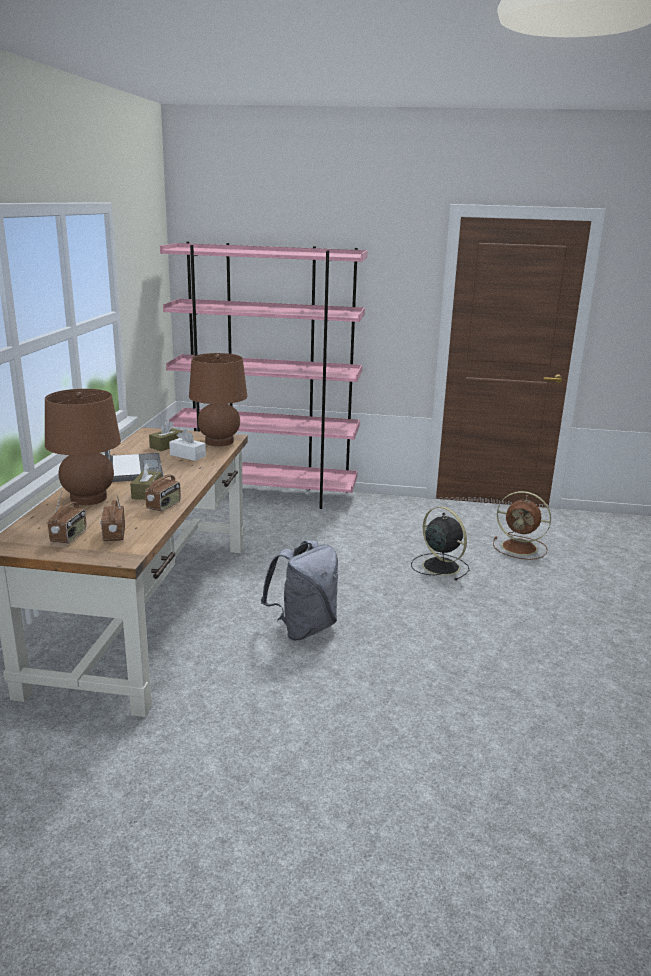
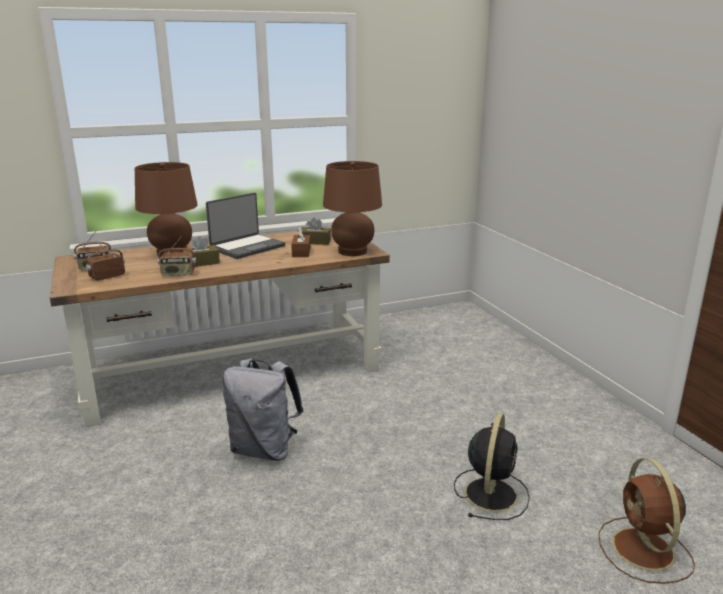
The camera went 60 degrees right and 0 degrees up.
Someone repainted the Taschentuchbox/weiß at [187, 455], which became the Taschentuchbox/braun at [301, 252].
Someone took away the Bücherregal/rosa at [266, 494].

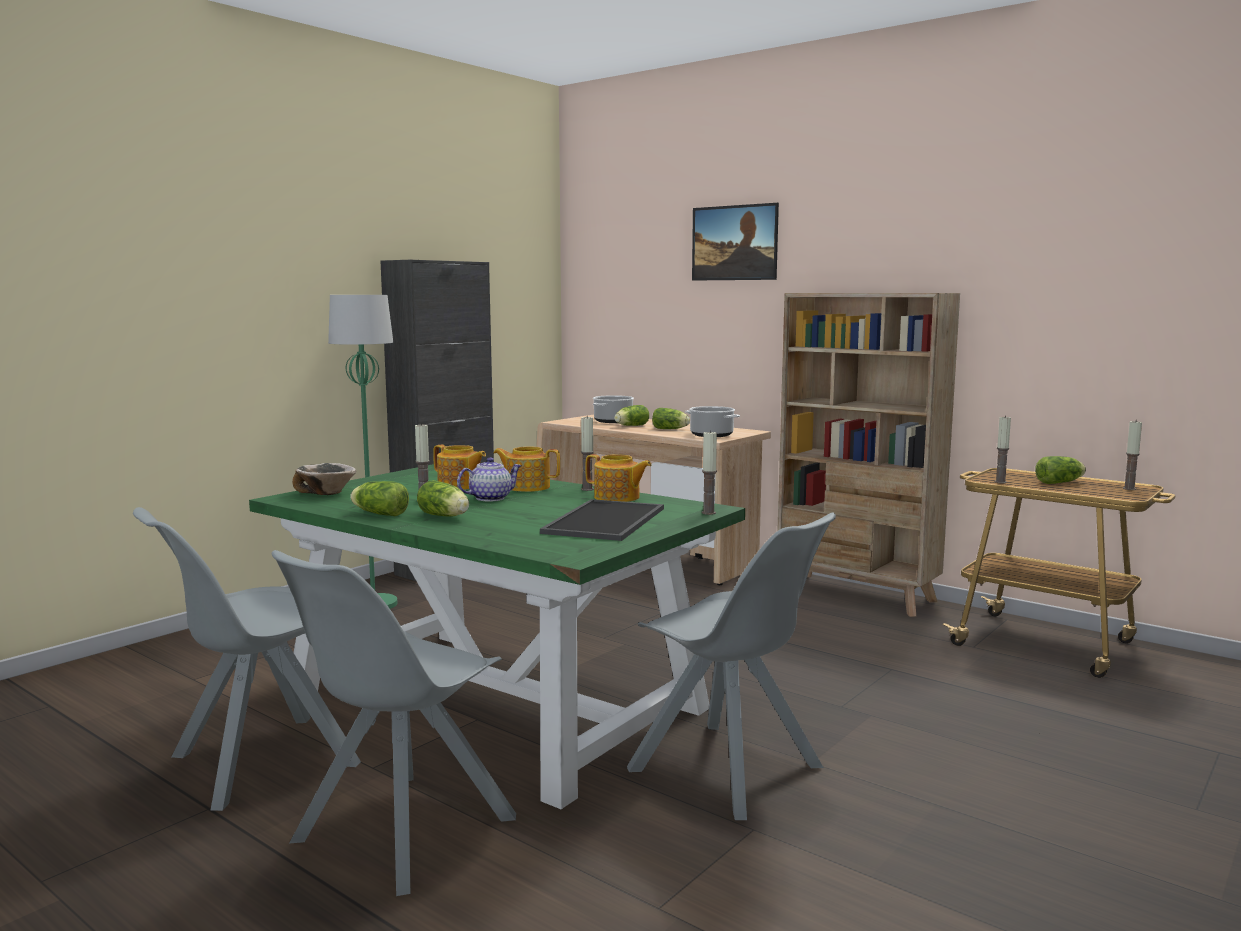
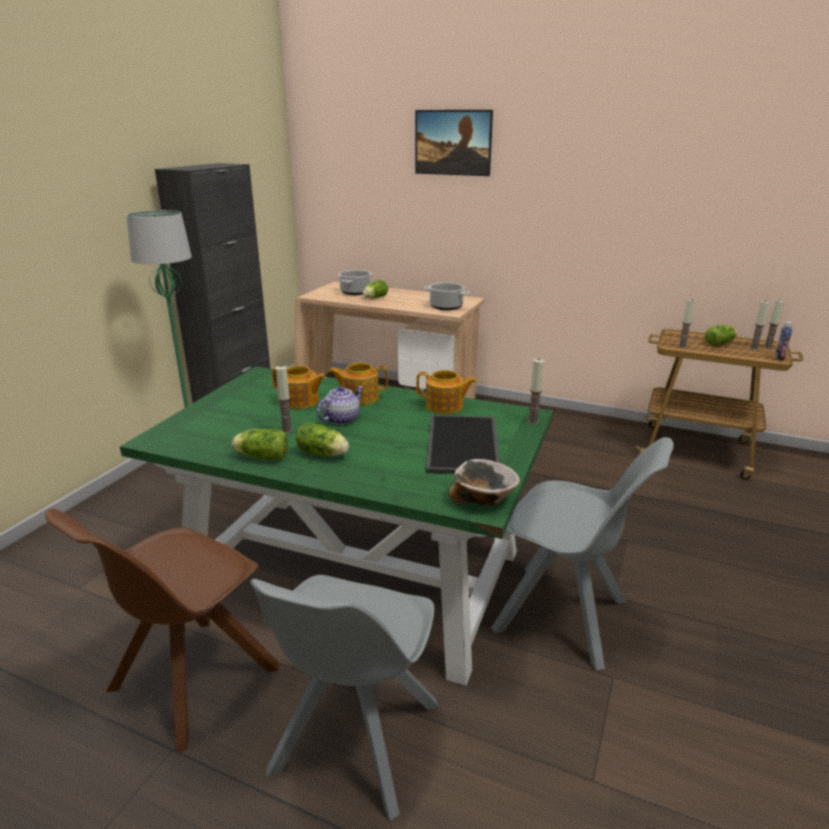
The camera went 15 degrees left and 15 degrees up.
Someone repainted the Stuhl/grau at [259, 762], which became the Stuhl/braun at [190, 681].
Someone carried the Schüssel from [327, 493] to [485, 499].
Someone carried the Kerze from [587, 489] to [754, 348].
Someone put down the Flasche at [779, 357].
Someone took away the Salatkopf at [671, 429].
Someone took away the Bücherregal/beige at [856, 595].

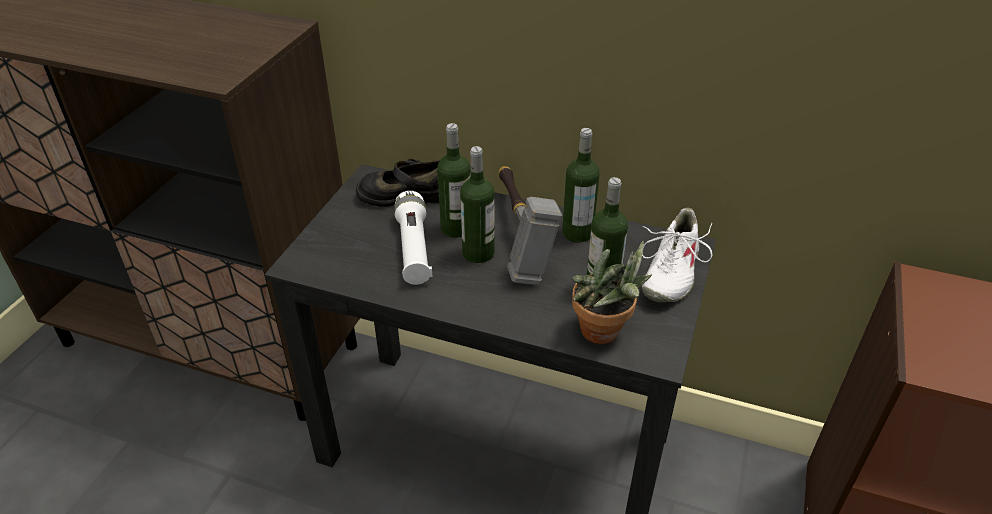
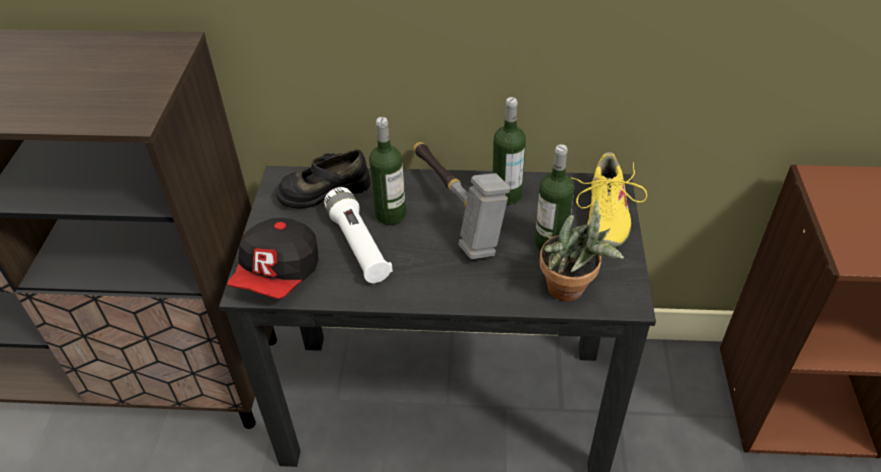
The camera went 15 degrees left and 5 degrees up.
Someone put down the Kappe at [279, 274].
Someone repainted the Schuh/weiß at [670, 272], which became the Schuh/gelb at [604, 215].
Someone took away the Flasche at [478, 253].

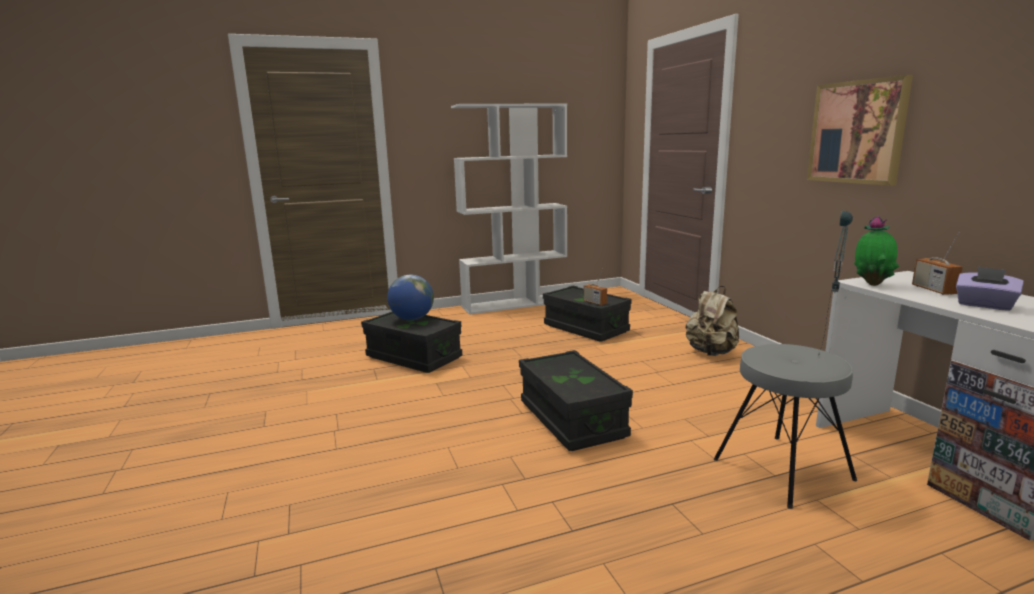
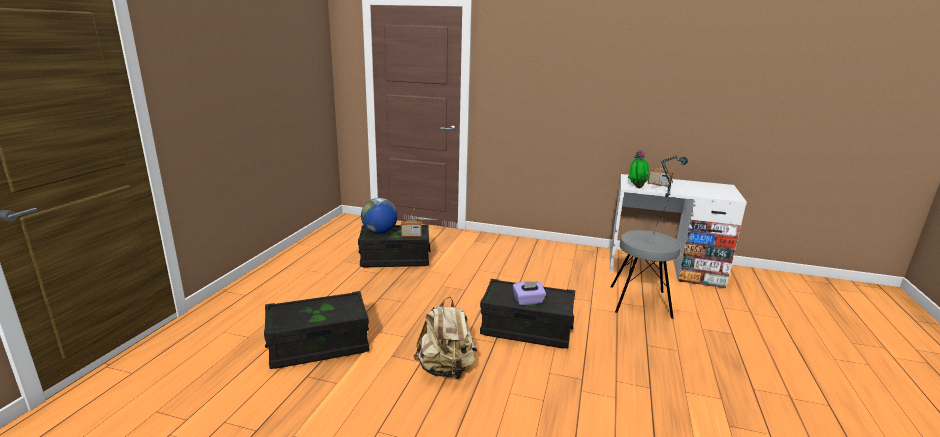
The camera went 55 degrees left and 5 degrees up.
Someone carried the Globus from [412, 319] to [380, 232].
Someone carried the Rucksack/beige from [711, 353] to [446, 369].
Someone carried the Taschentuchbox/lila from [984, 305] to [528, 301].
Someone took away the Bücherregal/weiß at [515, 304].
Someone took away the Bild at [857, 132].

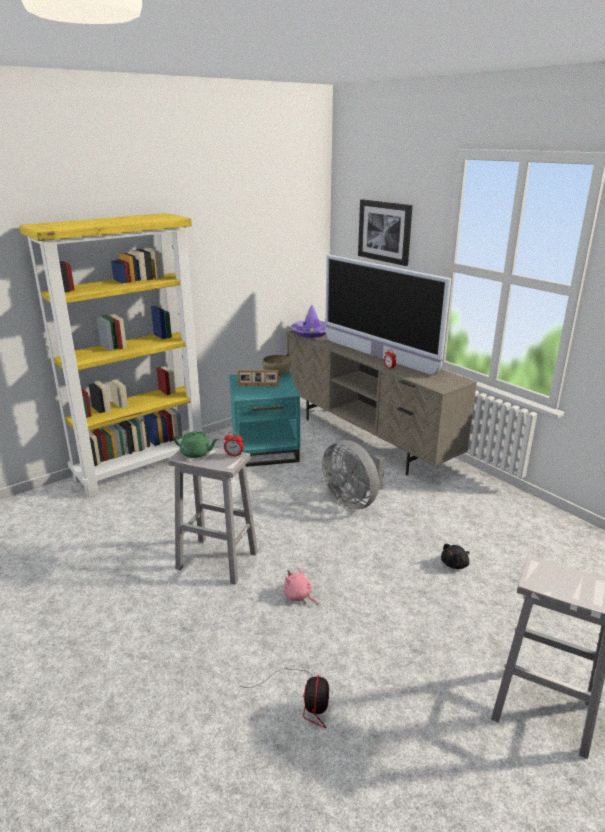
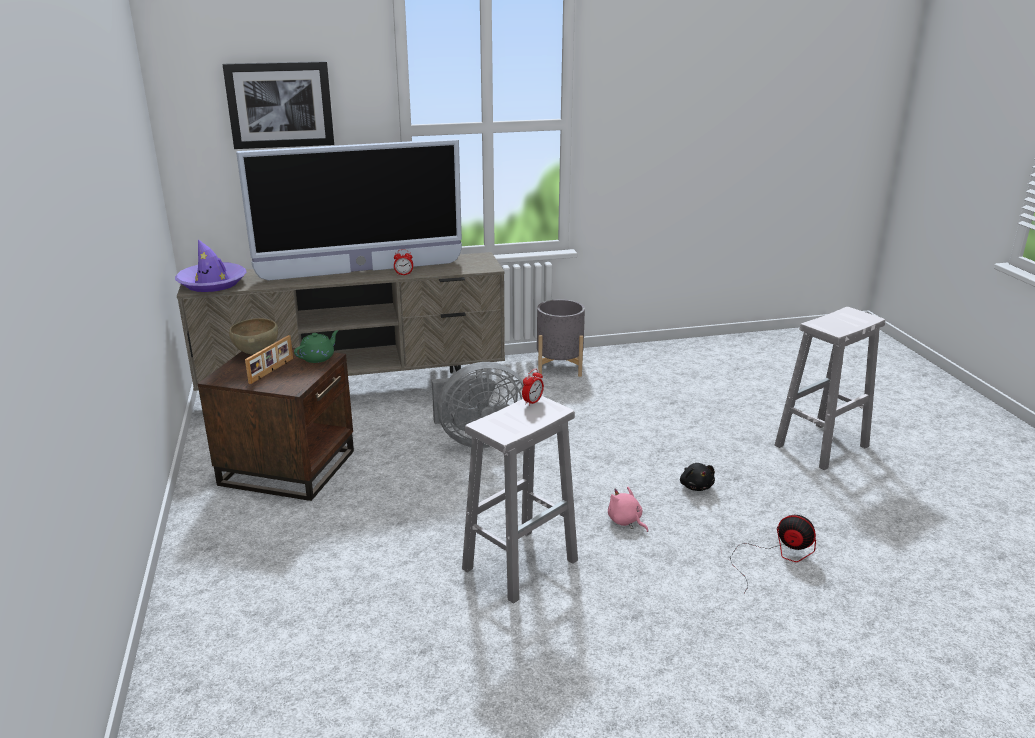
The camera went 65 degrees left and 0 degrees up.
Someone repainted the Beistelltisch/türkis at [265, 449], which became the Beistelltisch/braun at [288, 467].
Someone carried the Teekanne/grün from [196, 453] to [318, 357].
Someone put down the Pflanzkübel/grau at [559, 367].
Someone rotated the Plüschtier/rosa at [299, 596] by 75 degrees clockwise.
Someone carried the Plüschtier/schwarz from [455, 564] to [696, 486].
Someone took away the Bücherregal/gelb at [141, 467].

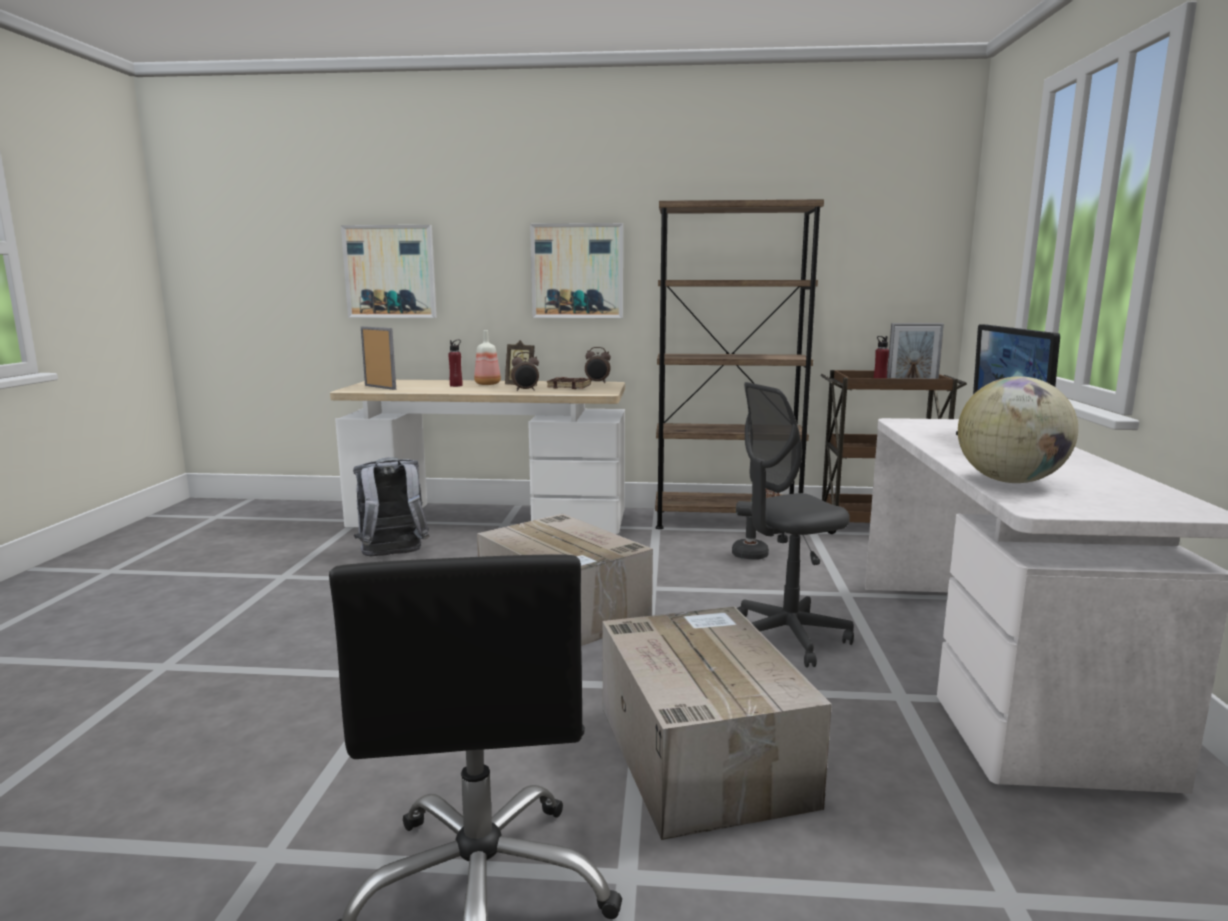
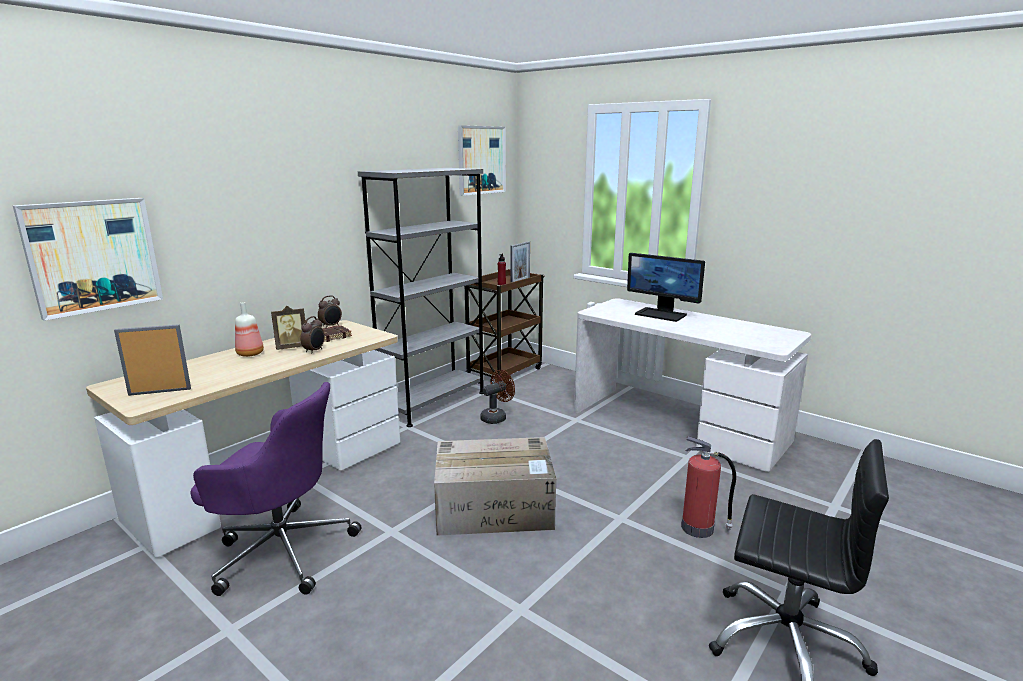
The camera went 55 degrees left and 5 degrees up.
Someone swapped the Rucksack/grau at [393, 556] for the Bürostuhl/lila at [281, 550].
Someone repainted the Bücherregal/braun at [726, 521], which became the Bücherregal/grau at [433, 403].
Someone carried the Bild from [577, 271] to [481, 160].
Someone swapped the Karton at [699, 752] for the Feuerlöscher at [699, 528].
Someone took away the Flasche/rot at [456, 385].
Someone took away the Bürostuhl/grau at [786, 638].
Someone took away the Globus at [1010, 481].

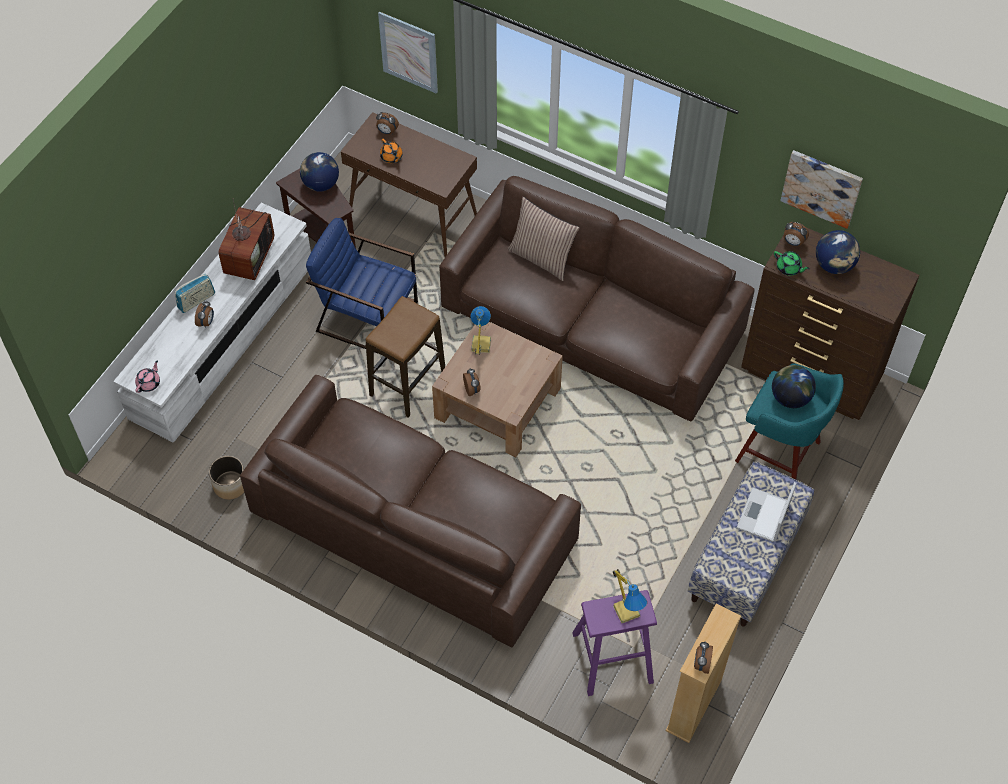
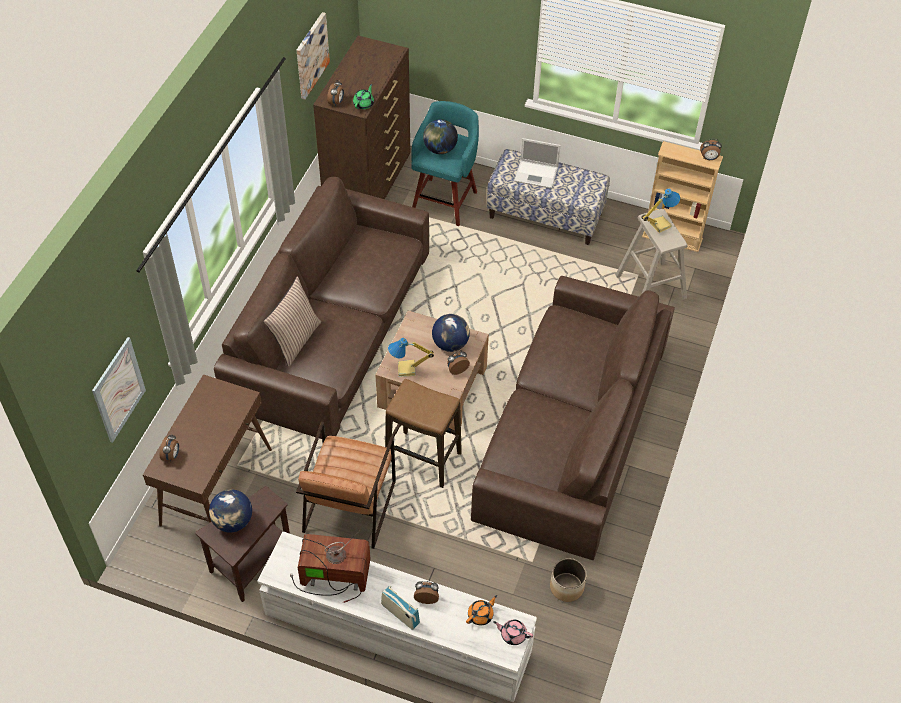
The camera went 100 degrees left and 5 degrees down.
Someone repainted the Sessel/blau at [367, 316], which became the Sessel/braun at [349, 506].
Someone carried the Globus from [834, 265] to [450, 344].
Someone carried the Teekanne/orange from [391, 157] to [481, 615].
Someone repainted the Hocker/lila at [612, 658], which became the Hocker/beige at [651, 287].

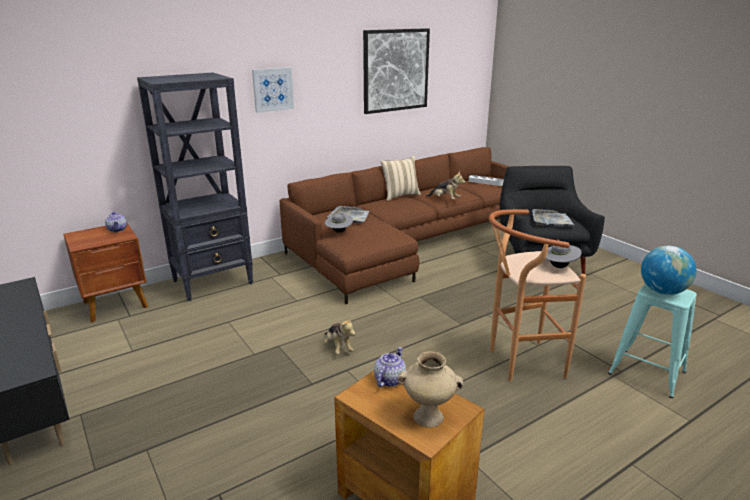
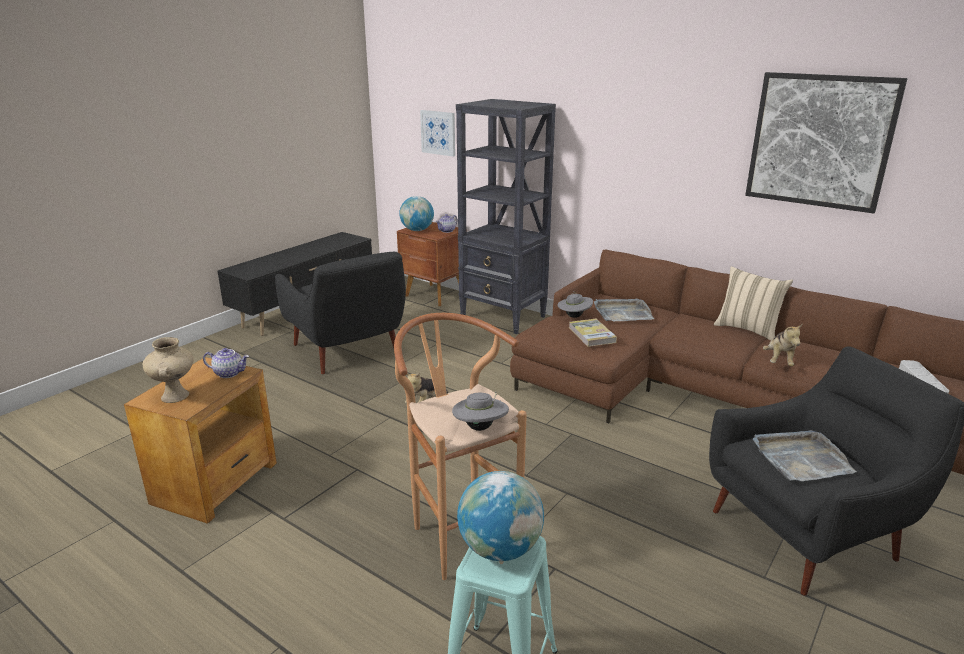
The camera went 70 degrees right and 0 degrees up.
Someone put down the Sessel/schwarz at [348, 351].
Someone put down the Globus at [417, 230].
Someone carried the Bild from [273, 89] to [438, 132].
Someone put down the Buch at [592, 335].

